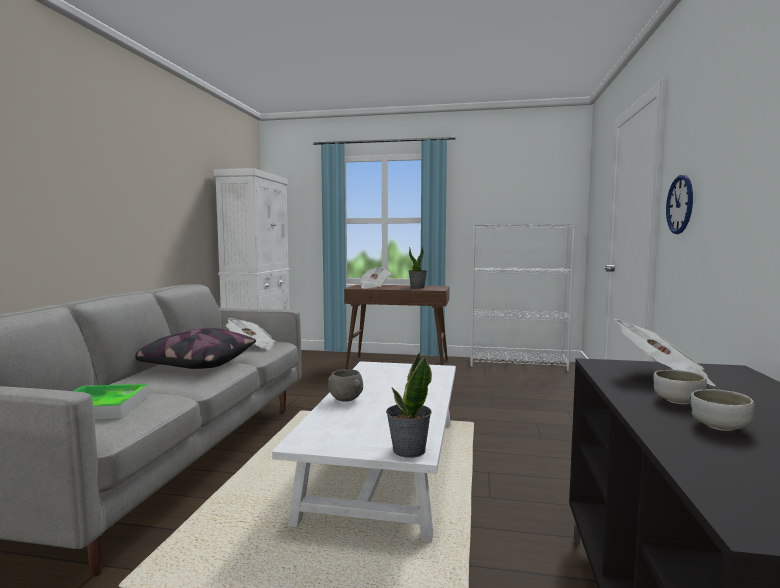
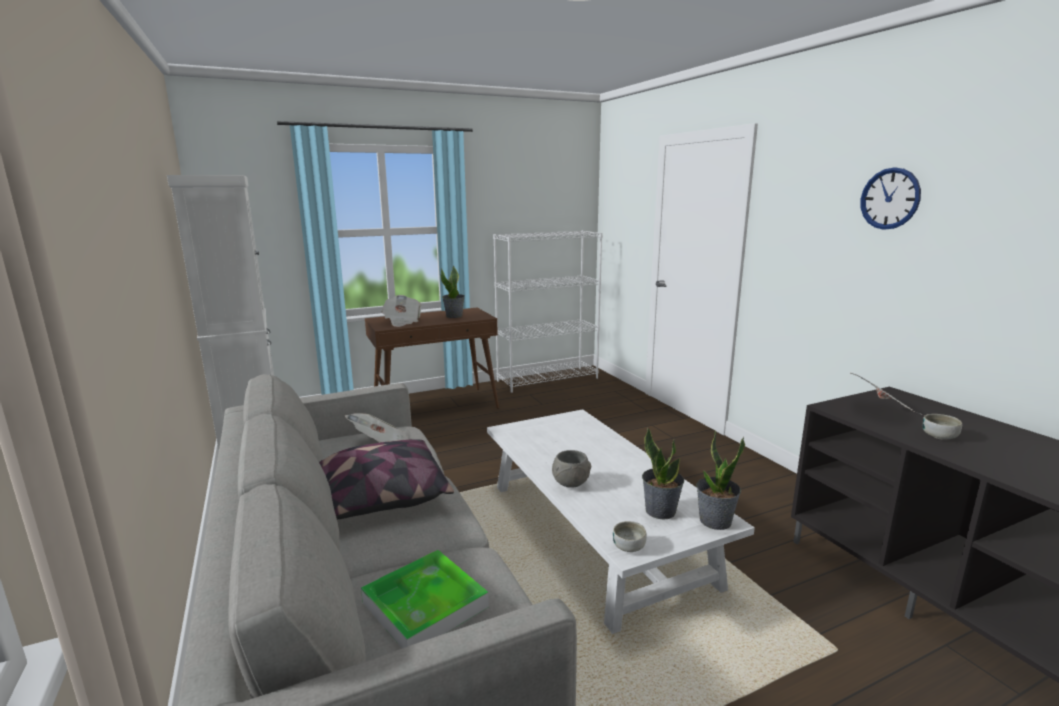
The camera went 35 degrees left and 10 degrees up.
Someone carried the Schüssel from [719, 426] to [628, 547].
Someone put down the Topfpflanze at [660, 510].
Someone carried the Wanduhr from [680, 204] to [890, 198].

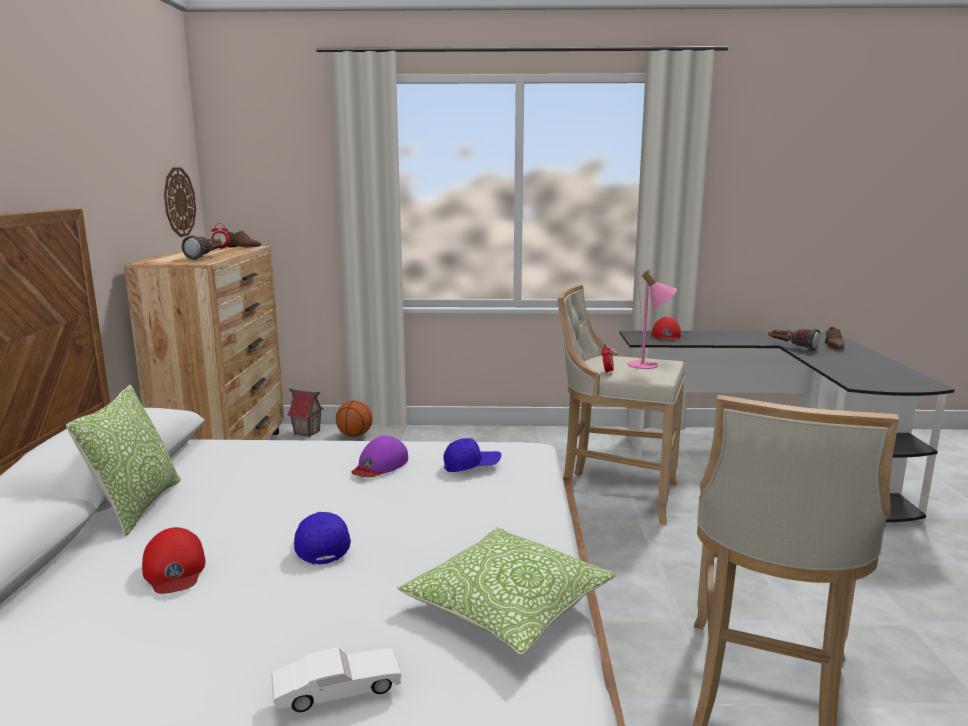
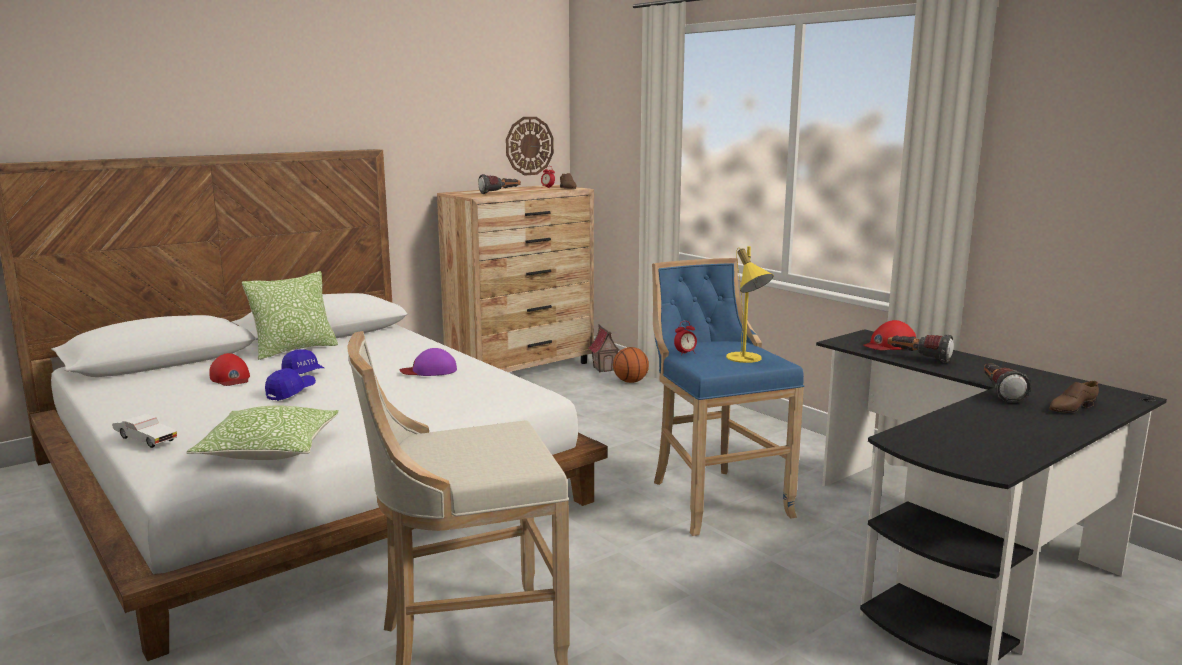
The camera went 50 degrees right and 0 degrees up.
Someone rotated the Kappe/rot at [174, 569] by 60 degrees counterclockwise.
Someone carried the Kappe/blau from [471, 466] to [303, 373].
Someone repainted the Hocker/beige at [614, 494], which became the Hocker/blau at [714, 498].
Someone repainted the Tischlampe/rosa at [649, 365], which became the Tischlampe/gelb at [746, 359].
Someone put down the Taschenlampe at [918, 358].

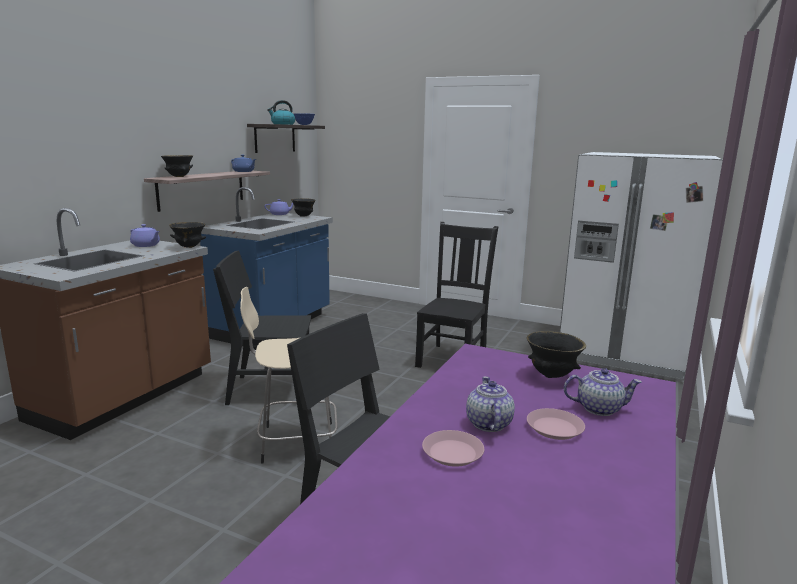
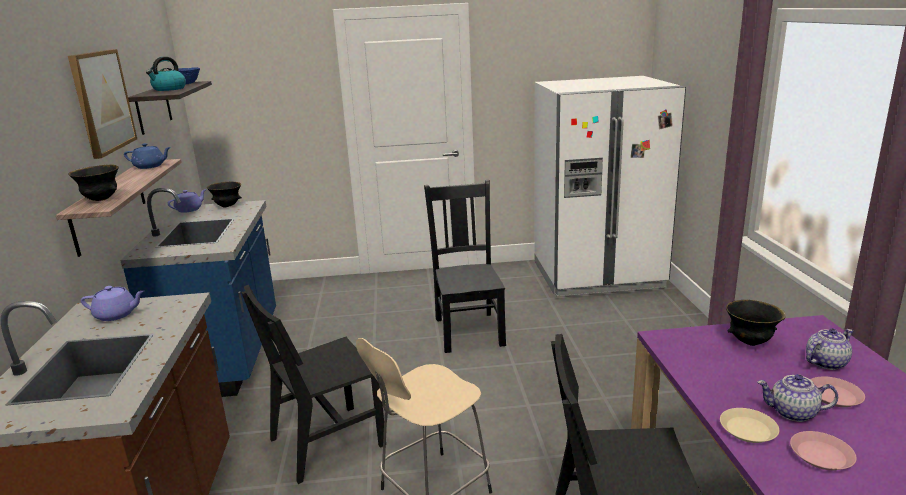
The camera went 30 degrees left and 5 degrees up.
Someone put up the Bild at [102, 101].
Someone put down the Teller/beige at [748, 429].
Someone rotated the Teekanne at [488, 423] by 45 degrees counterclockwise.
Someone took away the Schüssel/schwarz at [188, 247].

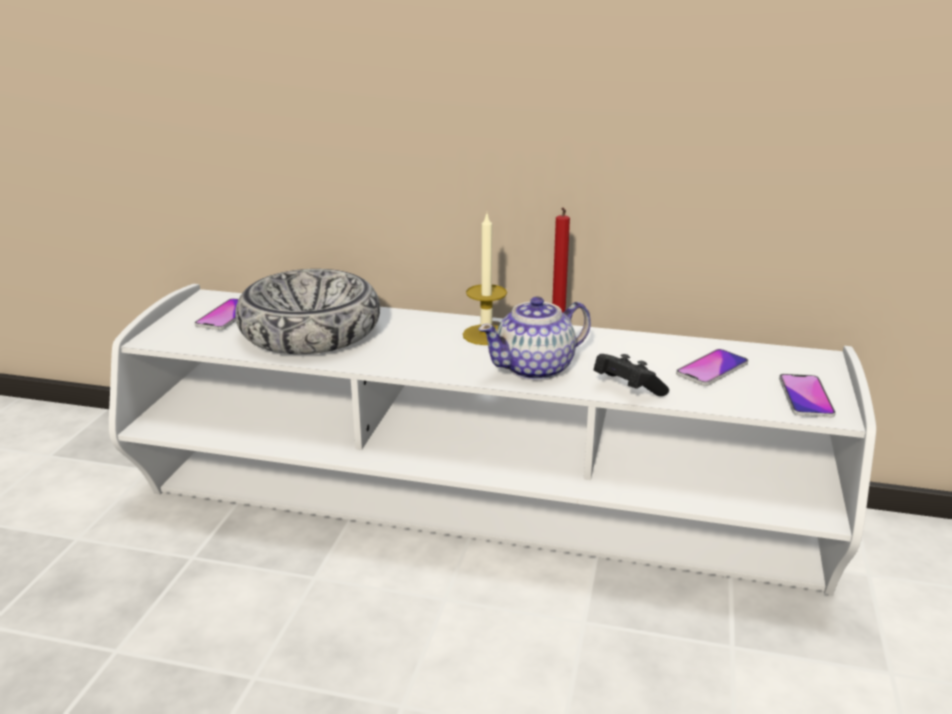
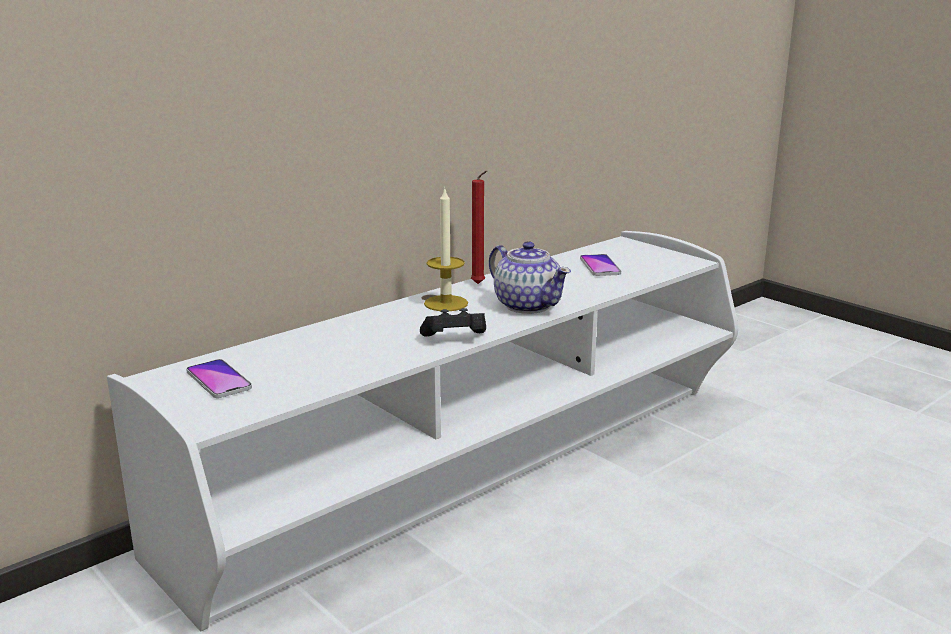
The camera went 55 degrees left and 5 degrees down.
Someone carried the Gamepad/schwarz from [626, 389] to [454, 339].
Someone rotated the Teekanne at [536, 368] by 45 degrees counterclockwise.
Someone took away the Schüssel at [311, 331].
Someone took away the Handy at [805, 397].

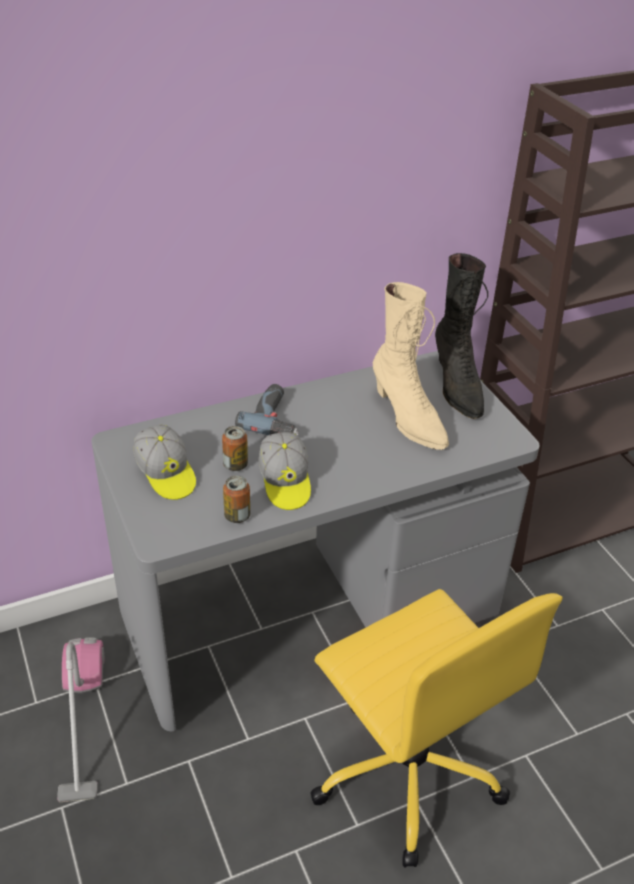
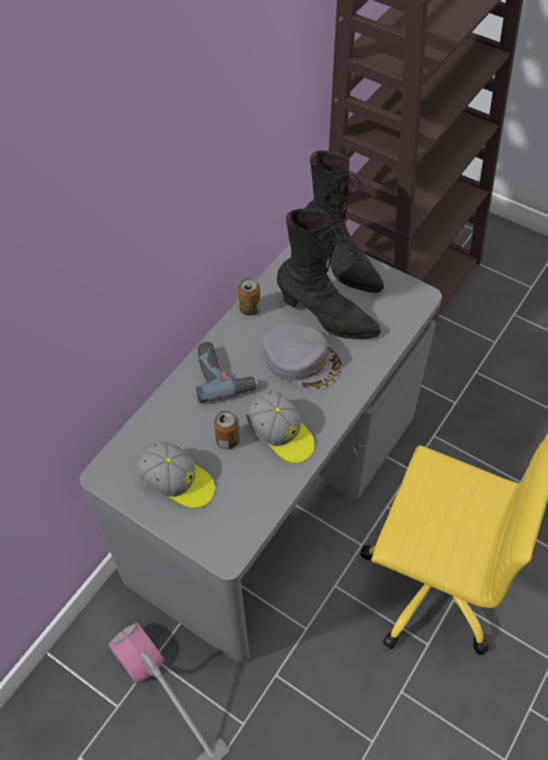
The camera went 30 degrees left and 15 degrees up.
Someone carried the Dose from [237, 516] to [250, 309].
Someone put down the Kappe/grau at [302, 360].
Someone repainted the Stiefel/beige at [407, 418], which became the Stiefel/schwarz at [327, 318].

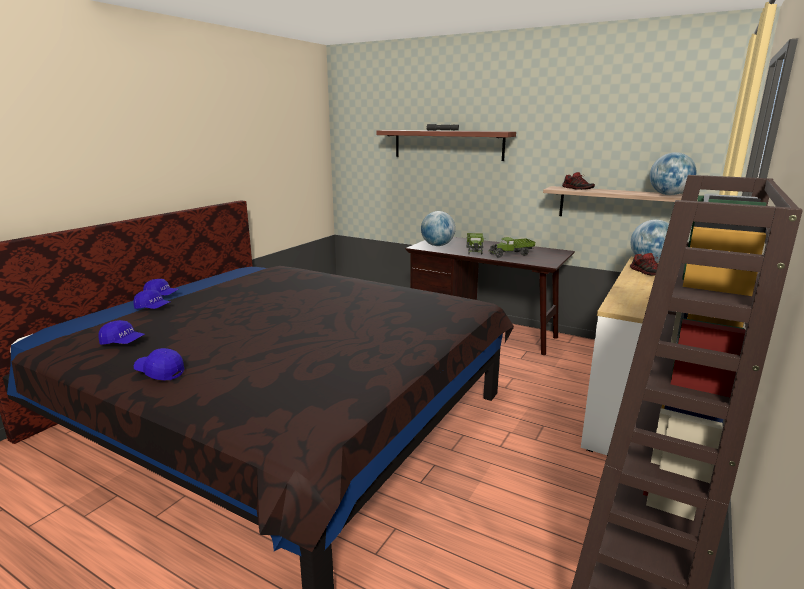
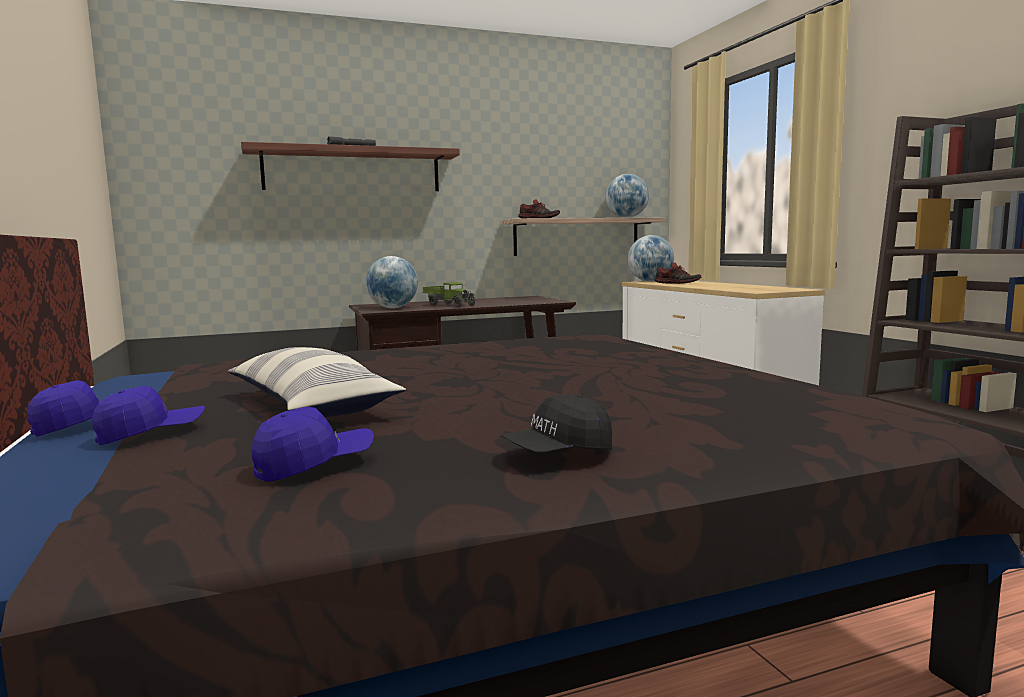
The camera went 50 degrees left and 10 degrees down.
Someone put down the Kissen at [309, 406].
Someone repainted the Kappe/blau at [160, 372], which became the Kappe/schwarz at [558, 452].
Someone took away the Spielzeuglaster at [511, 254].

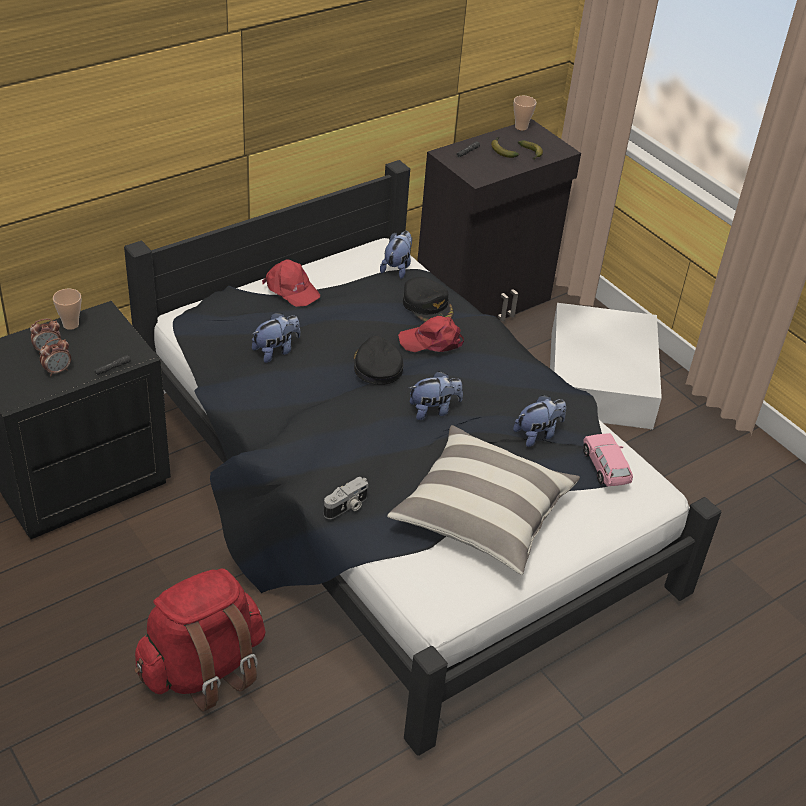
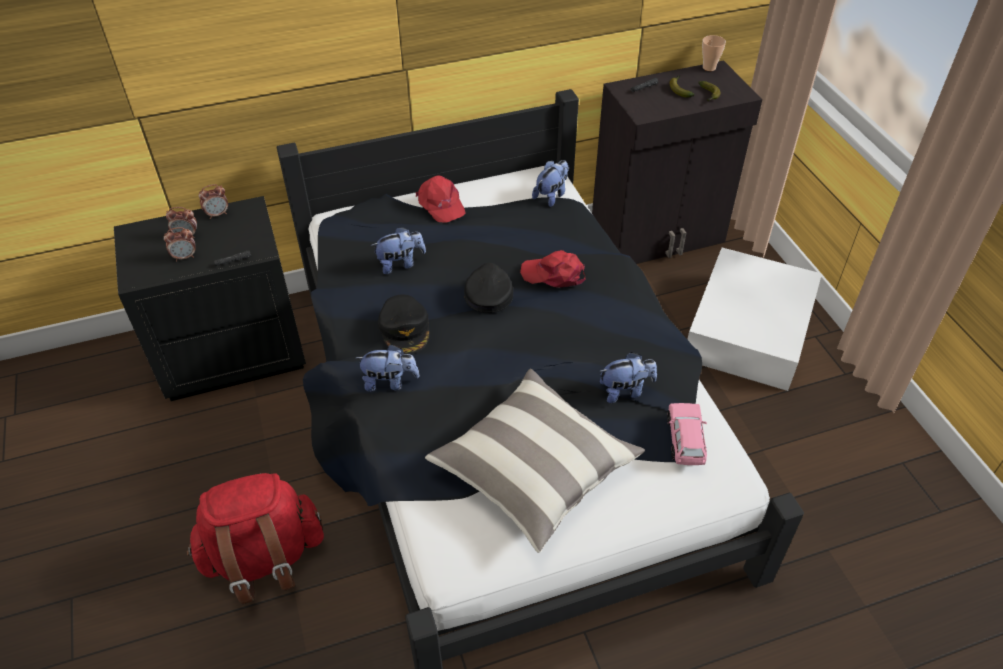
The camera went 20 degrees right and 5 degrees up.
Someone swapped the Tasse at [71, 324] for the Wecker at [217, 214].
Someone carried the Plüschtier from [433, 410] to [390, 382].
Someone carried the Kappe/schwarz from [428, 306] to [405, 329].
Someone took away the Kamera at [347, 507].

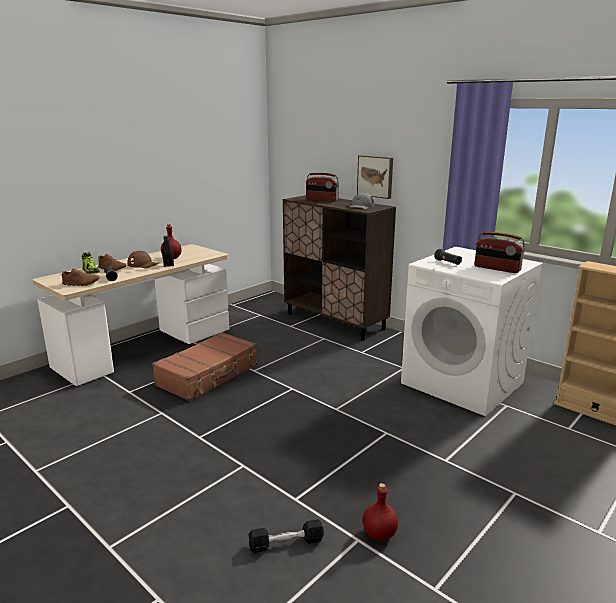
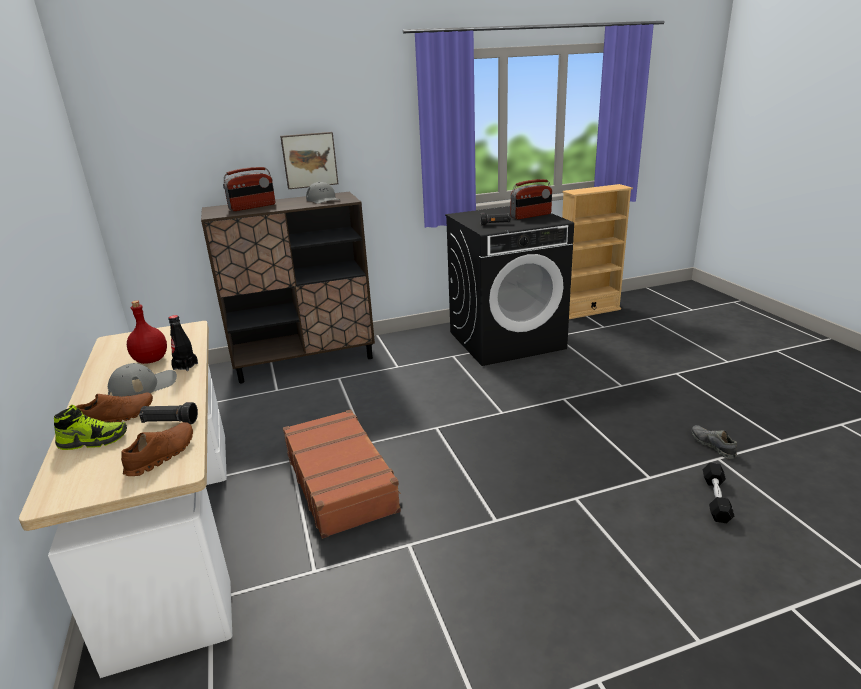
The camera went 60 degrees left and 5 degrees up.
Someone repainted the Kappe/braun at [143, 264], which became the Kappe/grau at [143, 386].
Someone repainted the Waschmaschine/weiß at [463, 383], which became the Waschmaschine/schwarz at [506, 340].
Someone swapped the Flasche/rot at [378, 534] for the Schuh/grau at [712, 446].

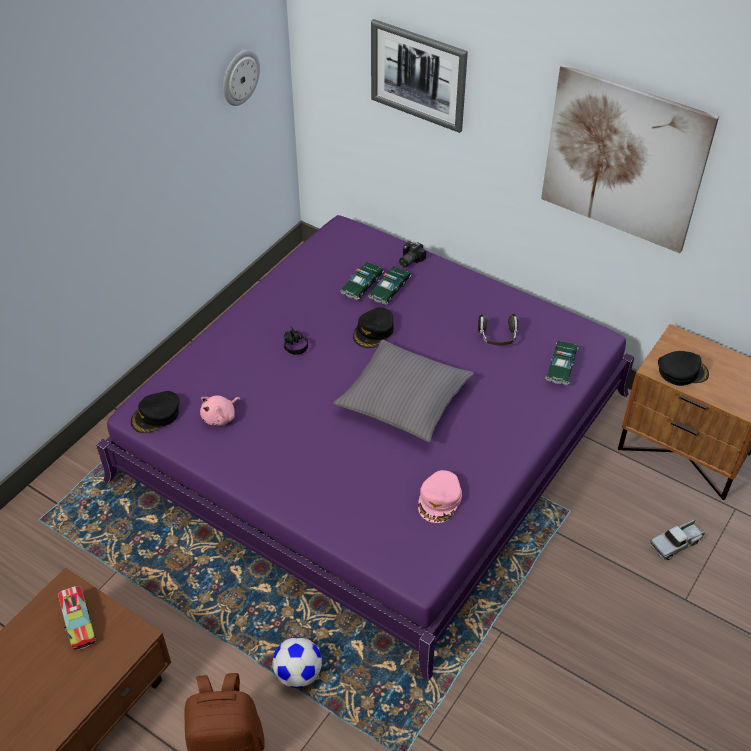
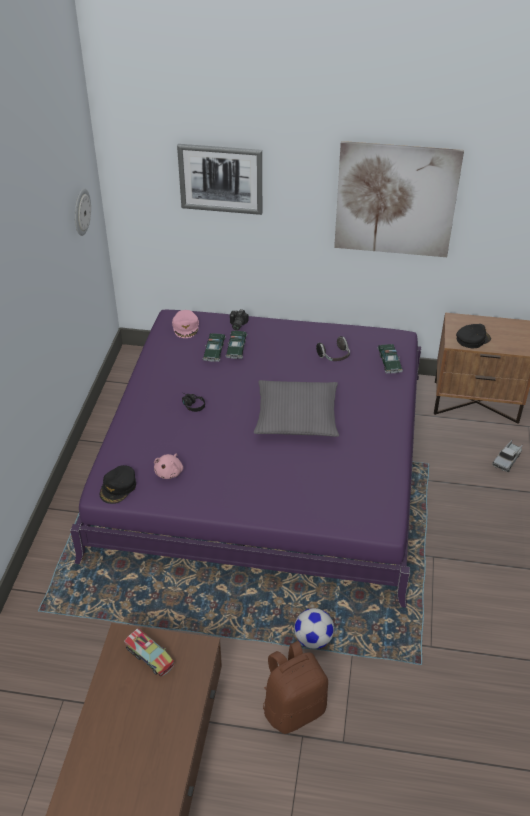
The camera went 25 degrees left and 5 degrees down.
Someone carried the Kappe/rosa from [439, 500] to [186, 327].
Someone took away the Kappe/schwarz at [374, 331].

